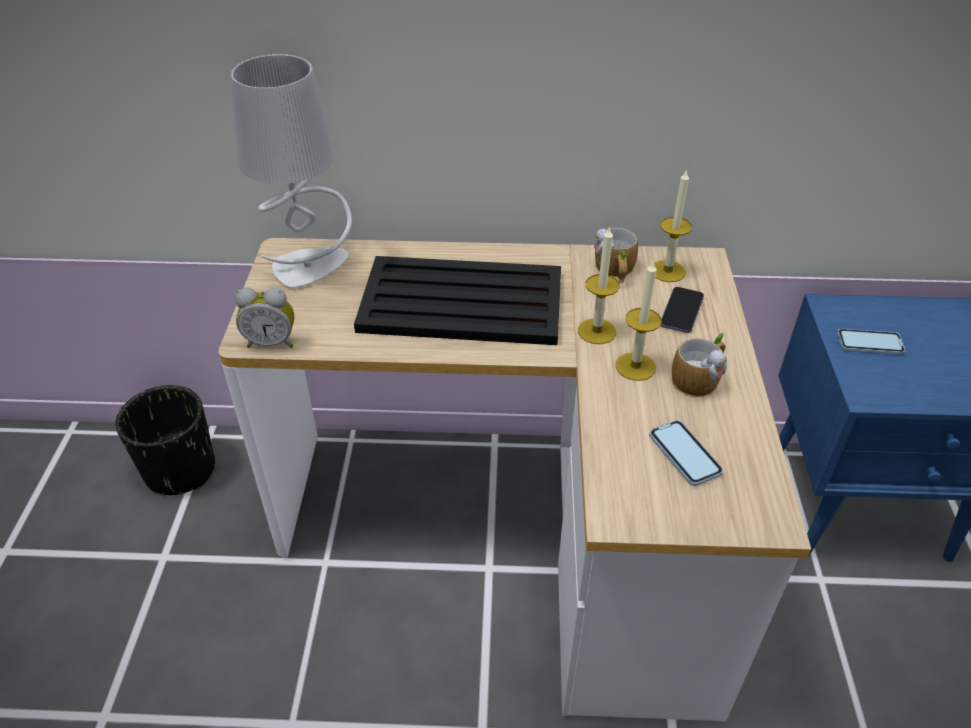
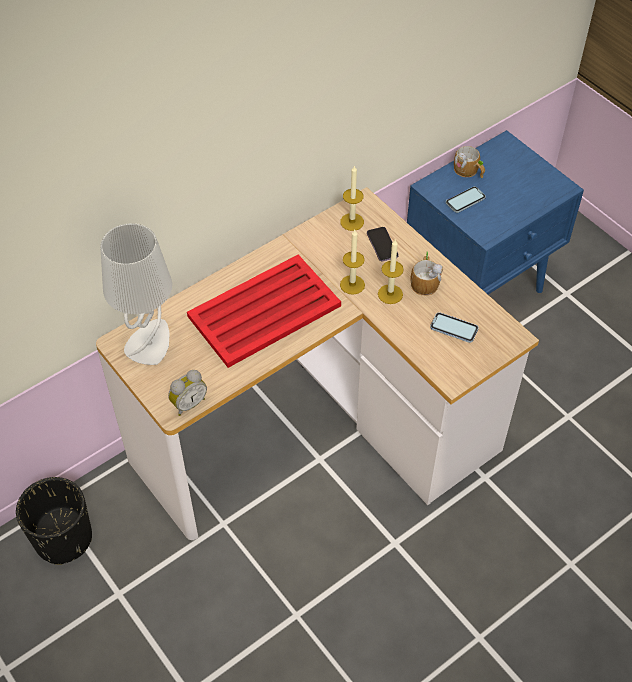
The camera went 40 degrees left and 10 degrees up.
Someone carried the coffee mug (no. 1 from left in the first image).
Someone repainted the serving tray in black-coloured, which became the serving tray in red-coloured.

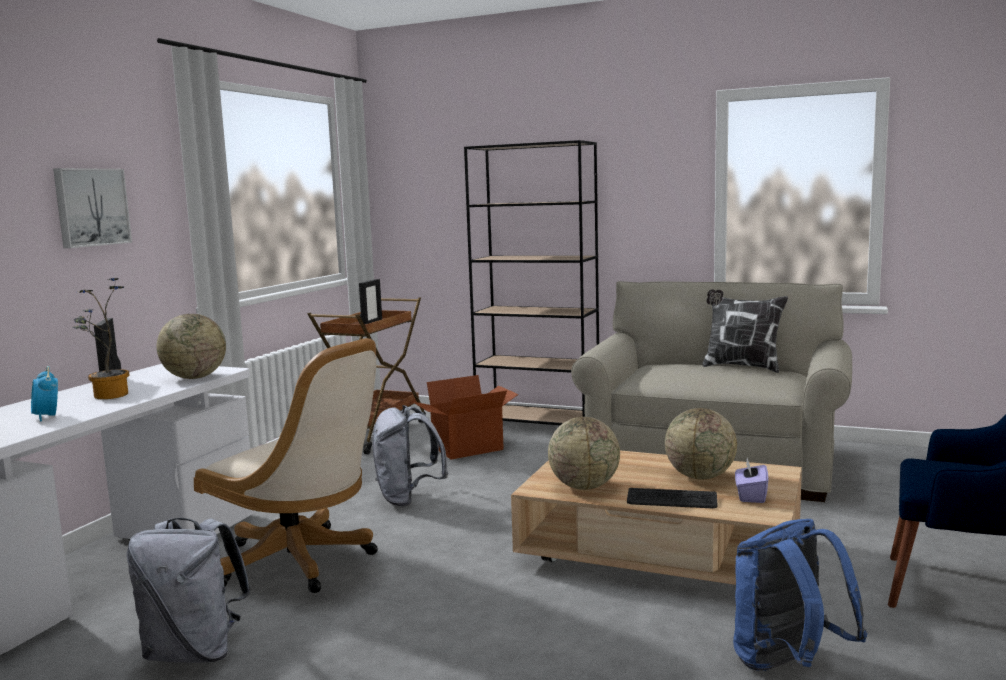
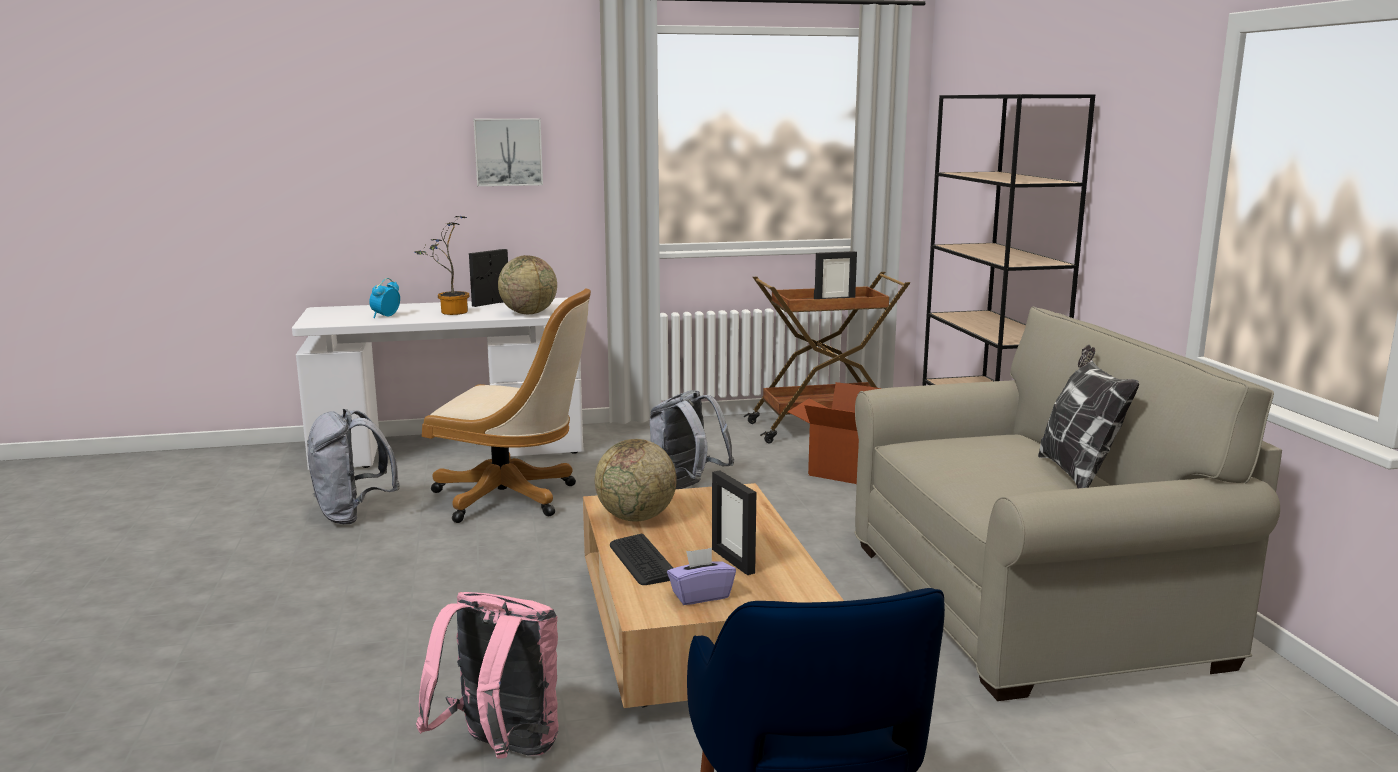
The camera went 55 degrees right and 5 degrees up.
Someone rotated the computer chair by 75 degrees counterclockwise.
Someone swapped the world globe (no. 3 from left) for the picture frame (no. 2 from left).
Someone repainted the backpack in bluish, which became the backpack in pinkish.

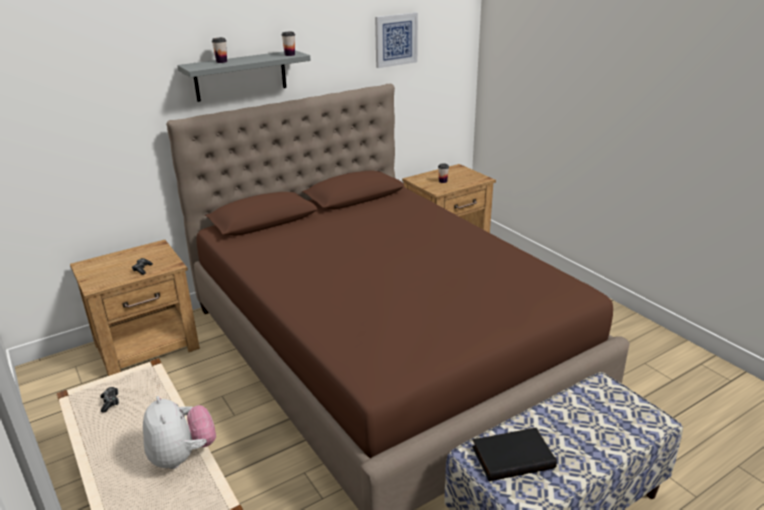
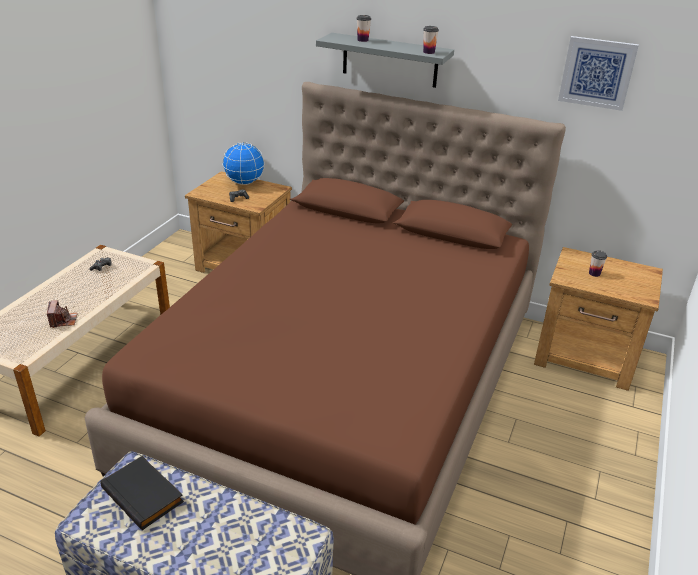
The camera went 55 degrees right and 5 degrees up.
Someone swapped the soft toy for the still camera.
Someone put down the world globe.

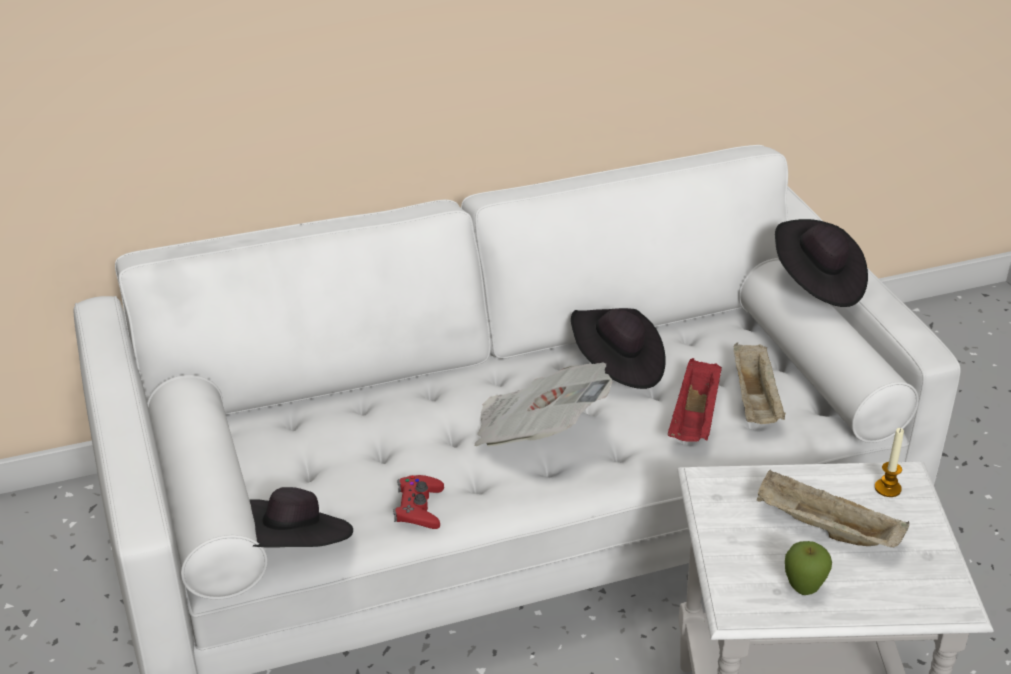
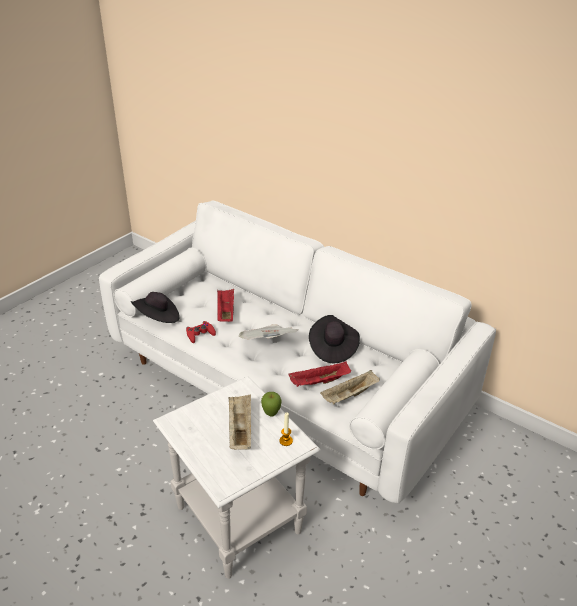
The camera went 55 degrees right and 0 degrees up.
Someone took away the clothing hat in black-coloured (no. 3 from left).
Someone carried the whole apple.
Someone put down the serving tray in red-coloured (no. 1 from left).

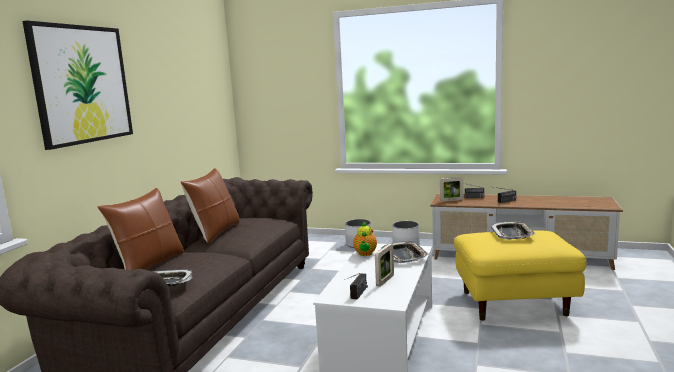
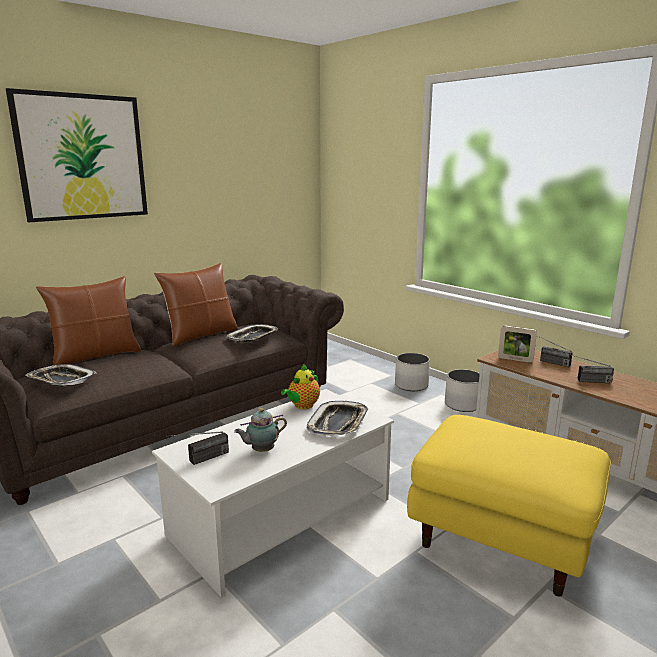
The camera went 30 degrees right and 5 degrees up.
Someone carried the serving tray (no. 3 from left in the first image).
Someone swapped the picture frame (no. 1 from left) for the teapot (no. 1 from left).

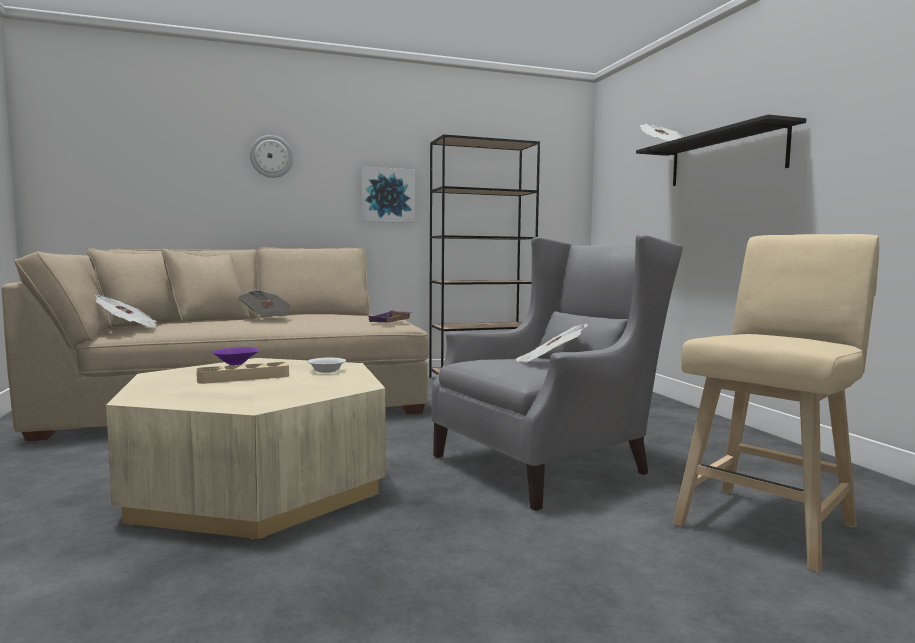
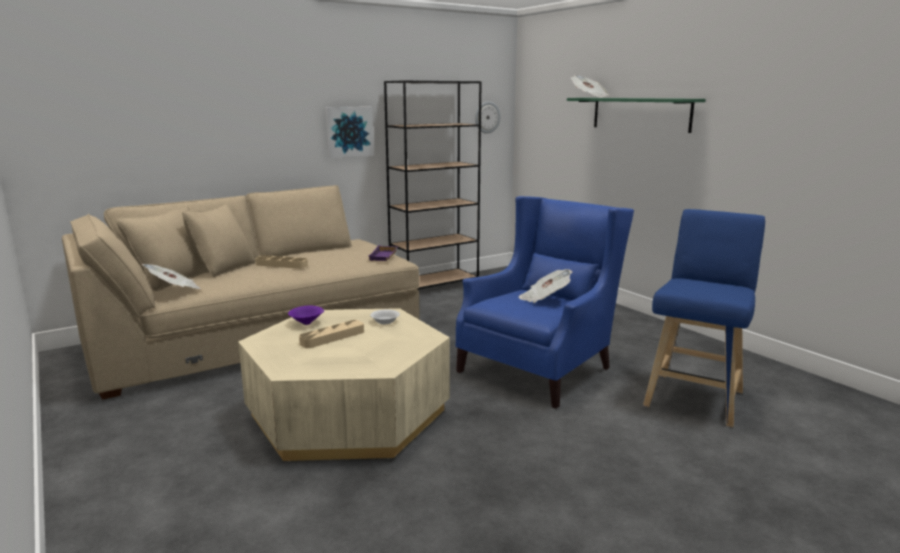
The camera went 15 degrees left and 10 degrees up.
Someone repainted the bracket shelf in black-coloured, which became the bracket shelf in greenish.
Someone carried the hanging clock.
Someone repainted the easy chair in gray, which became the easy chair in bluish.
Someone repainted the stool in beige, which became the stool in bluish.
Someone swapped the newspaper (no. 2 from left) for the serving tray in beige (no. 1 from left).

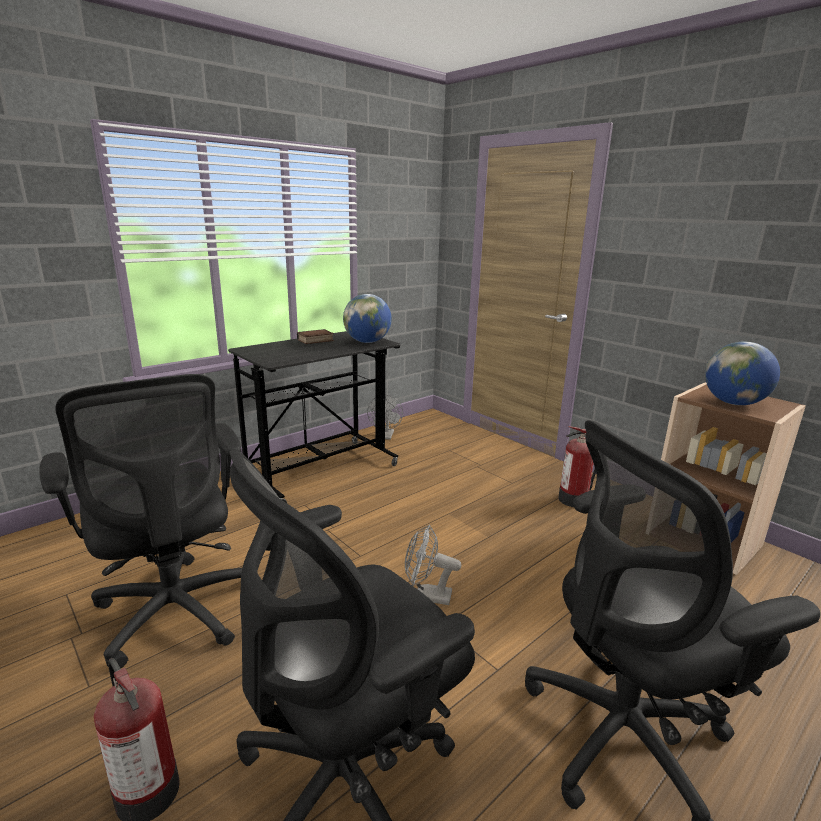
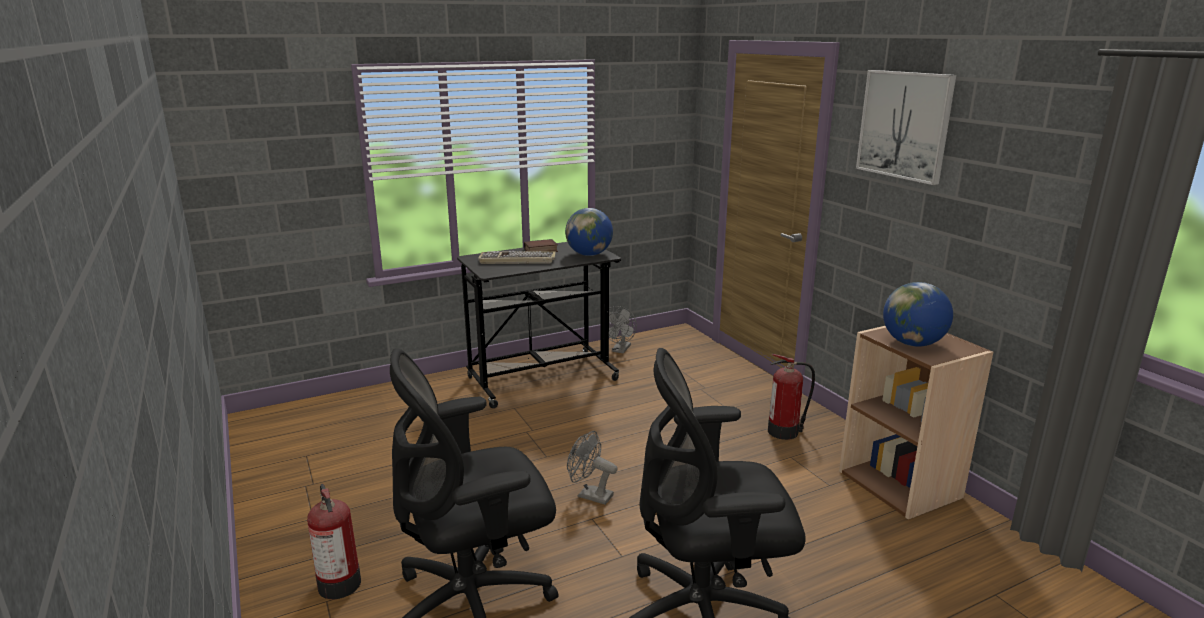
The camera went 15 degrees right and 0 degrees up.
Someone took away the computer chair in black-coloured (no. 1 from left).
Someone put up the wall picture.
Someone put down the computer keyboard.

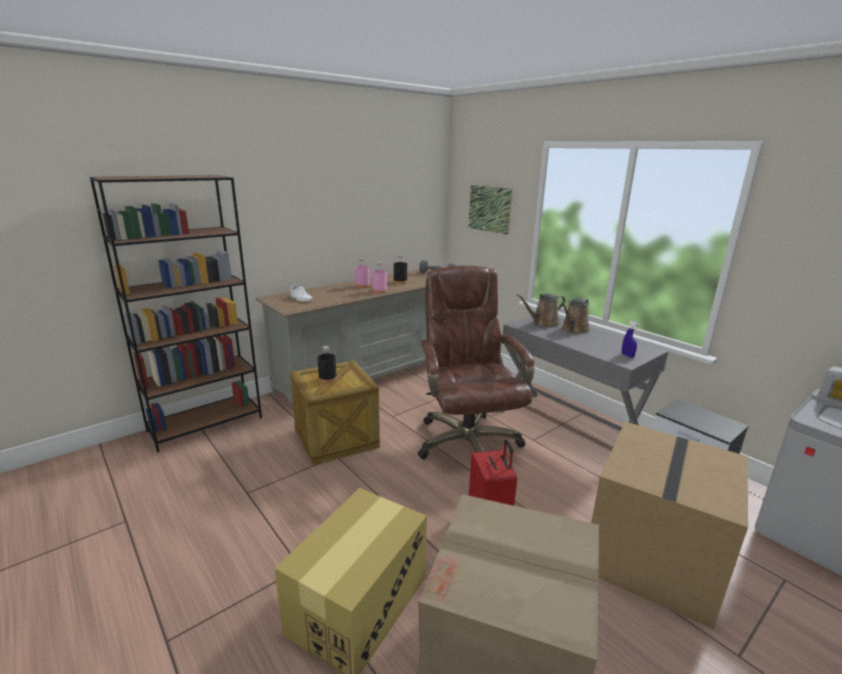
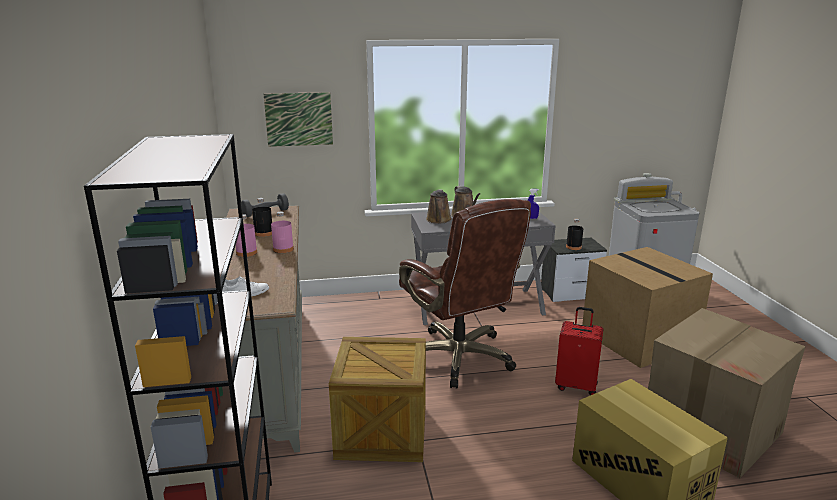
The camera went 60 degrees left and 0 degrees up.
Someone rotated the computer chair in brown by 135 degrees counterclockwise.
Someone carried the drink bottle in black-coloured (no. 1 from left in the first image).

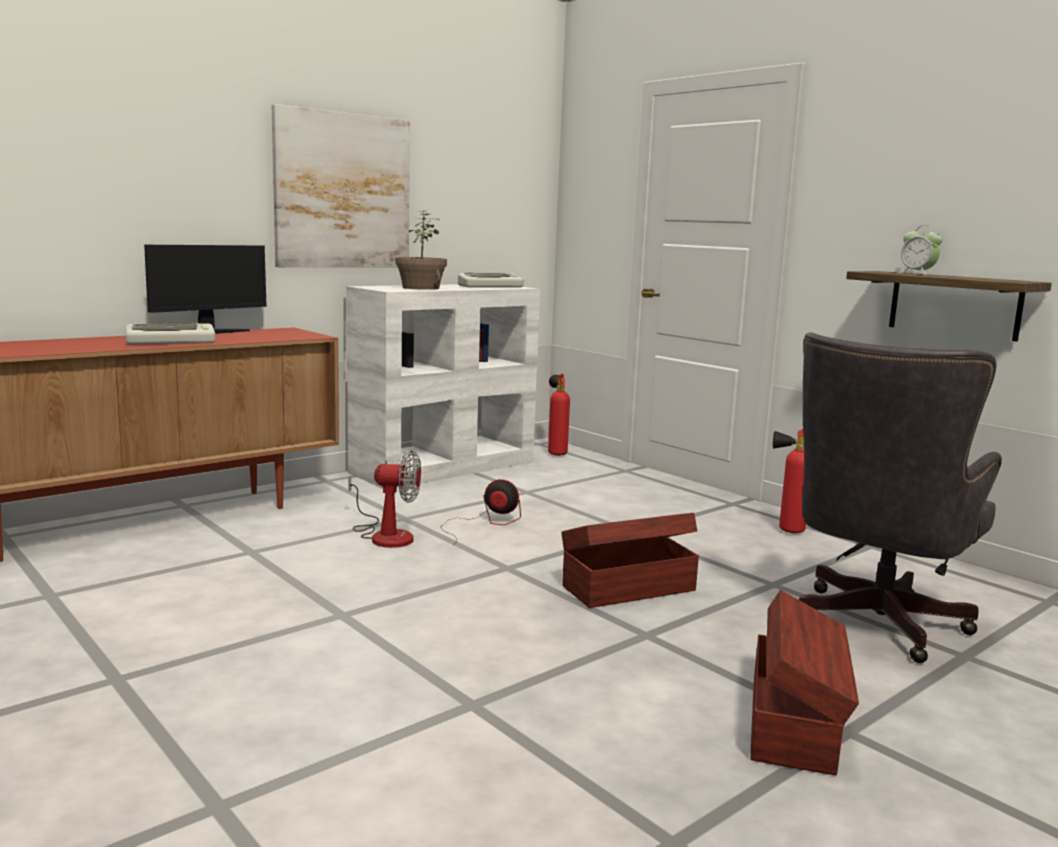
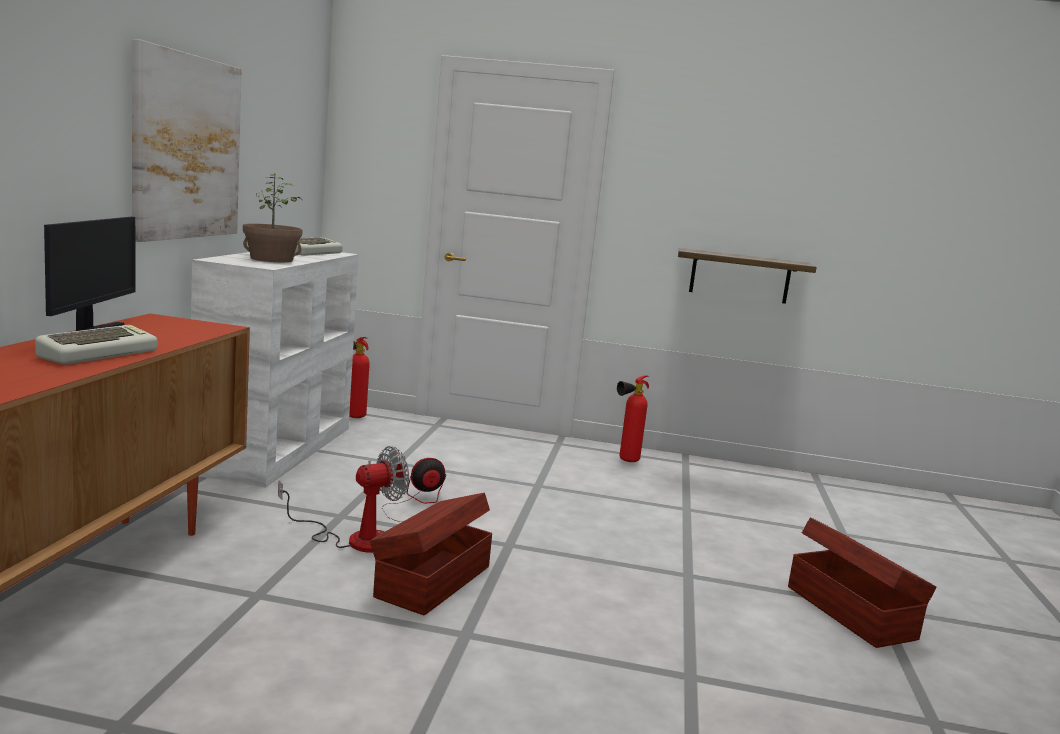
The camera went 40 degrees left and 0 degrees up.
Someone took away the table clock.
Someone took away the computer chair in gray.
Someone carried the storage bin in brown (no. 1 from left).

